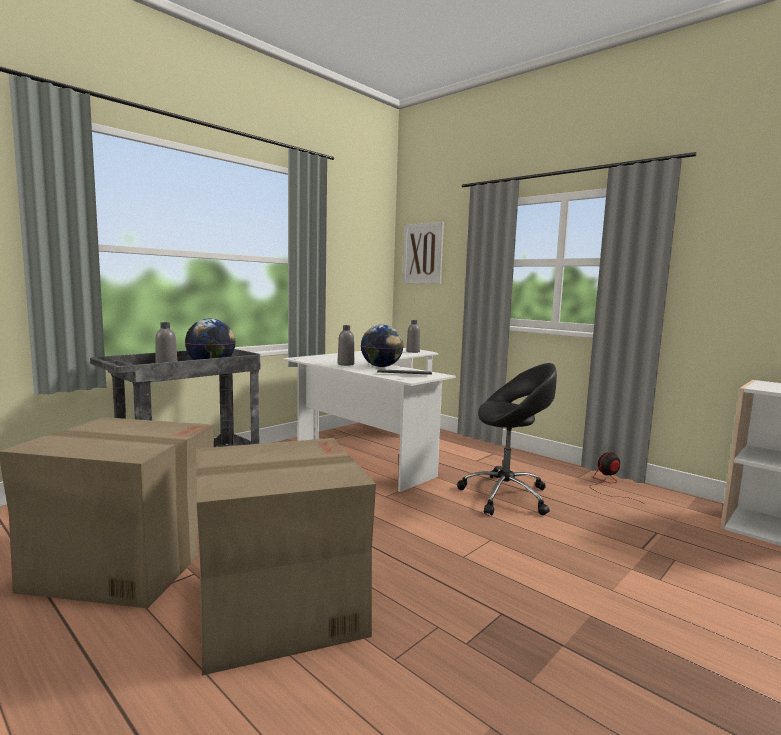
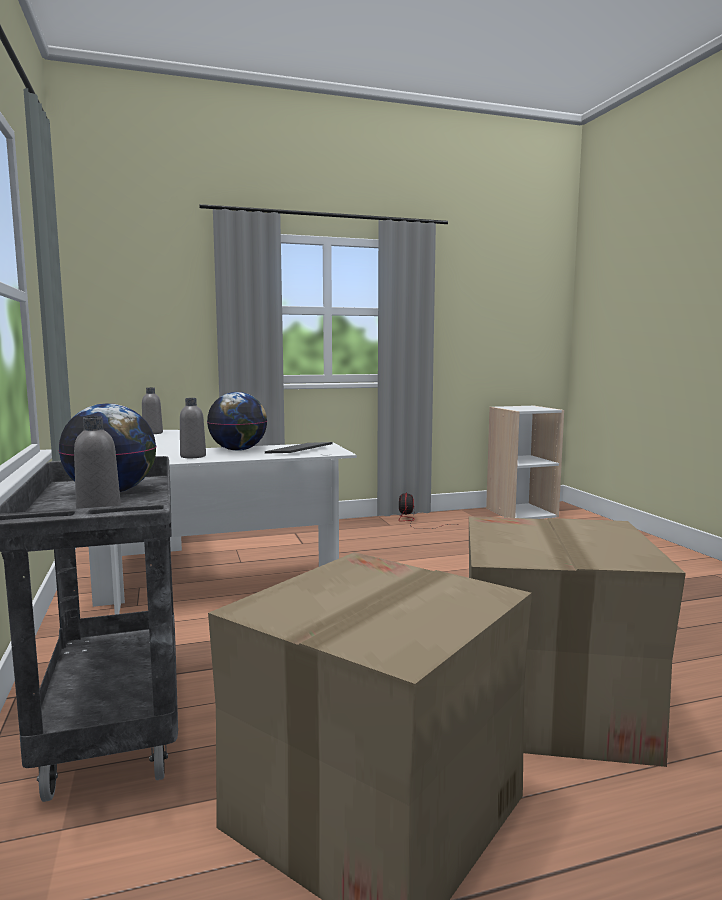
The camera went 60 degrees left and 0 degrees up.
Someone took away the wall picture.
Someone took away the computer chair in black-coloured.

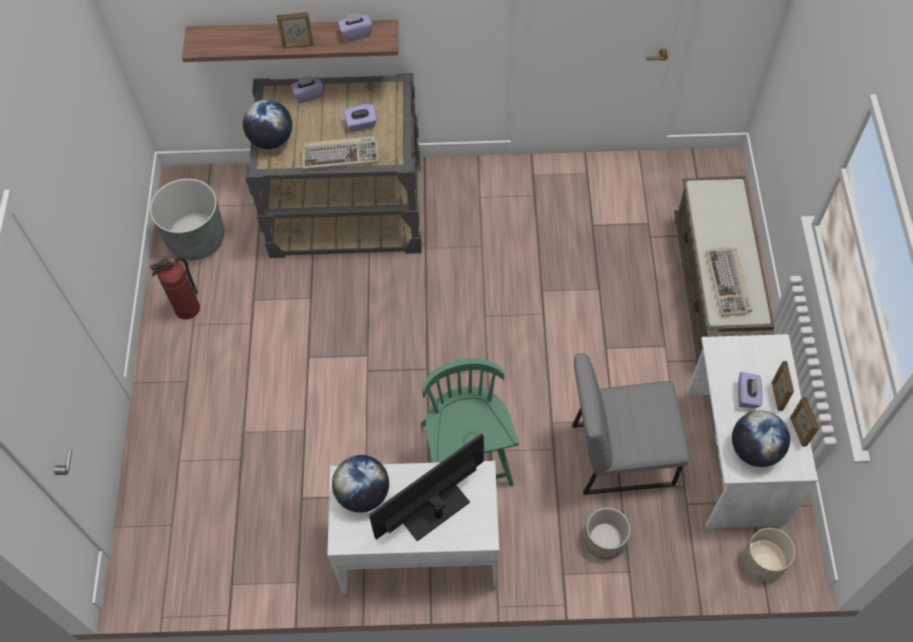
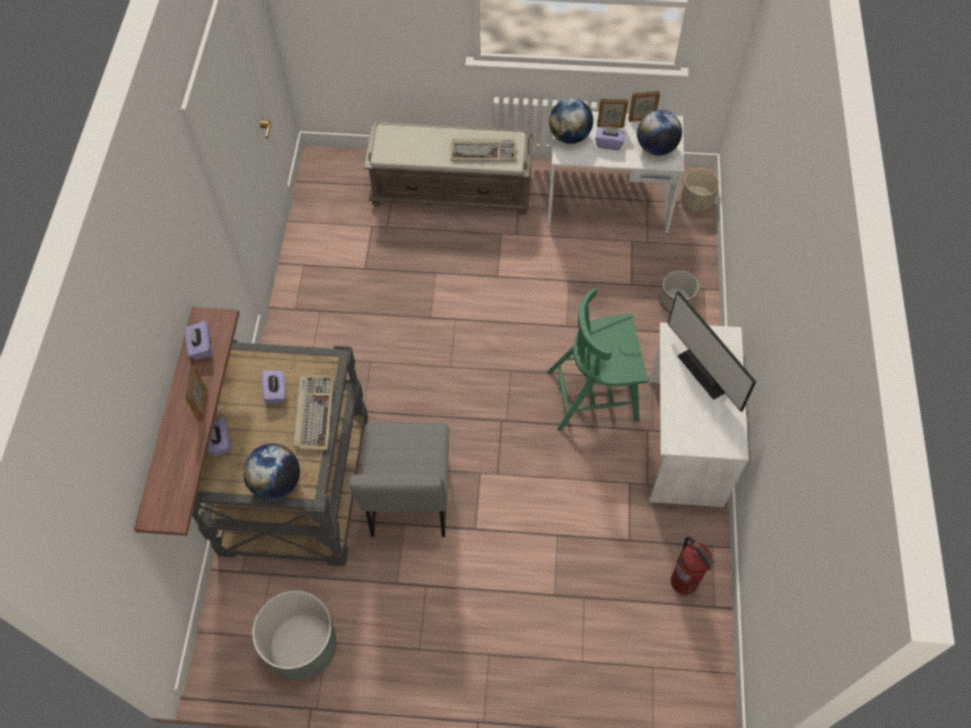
The camera went 85 degrees left and 0 degrees up.
Someone carried the extinguisher.
Someone carried the chair in gray.
Someone carried the world globe (no. 2 from left).

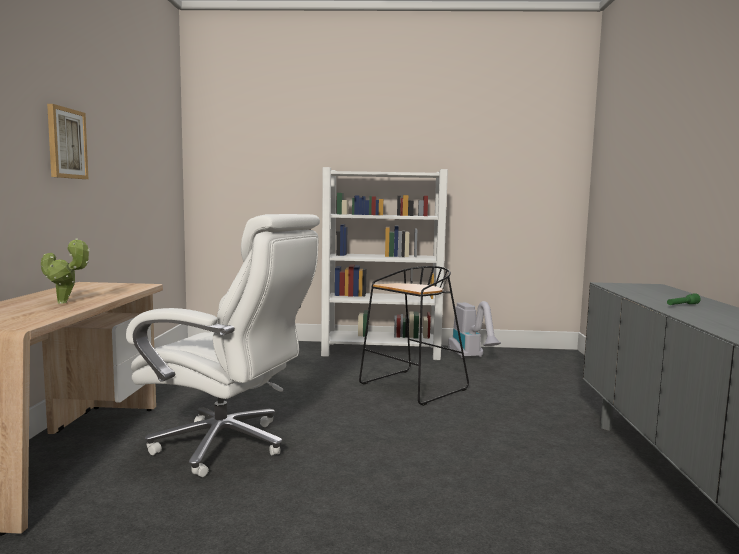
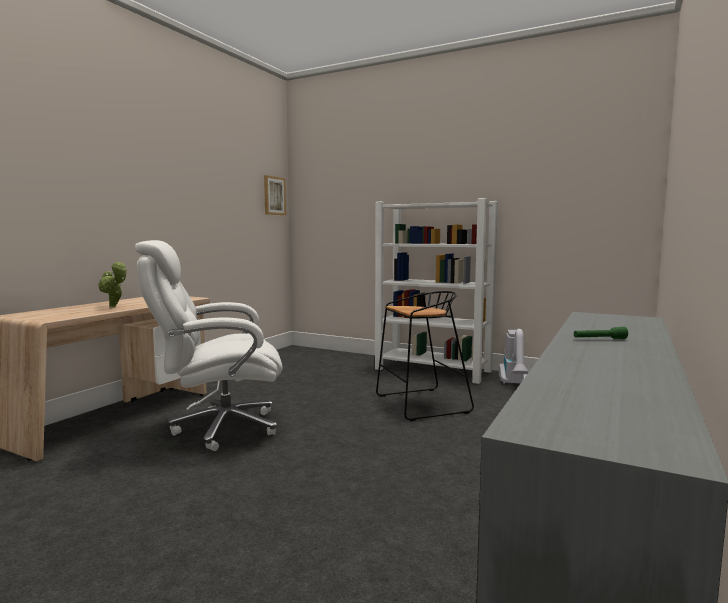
The camera went 25 degrees right and 0 degrees up.
Someone carried the wall picture.
Someone rotated the computer chair in whitish by 120 degrees clockwise.

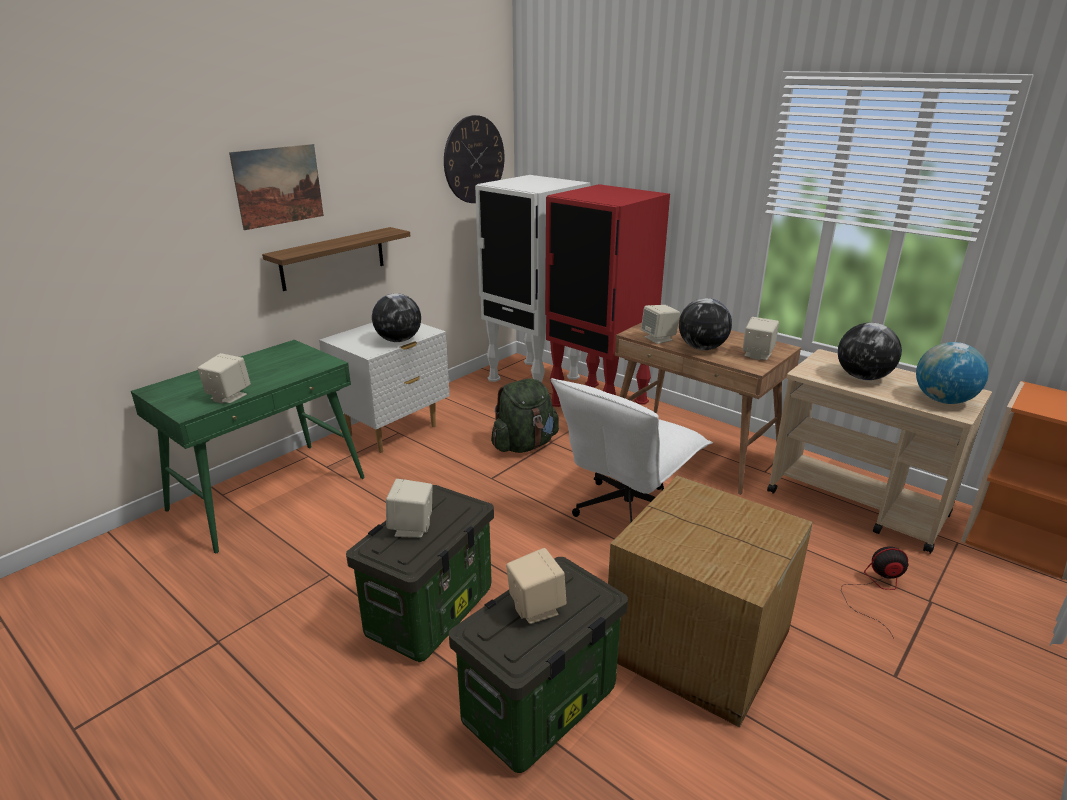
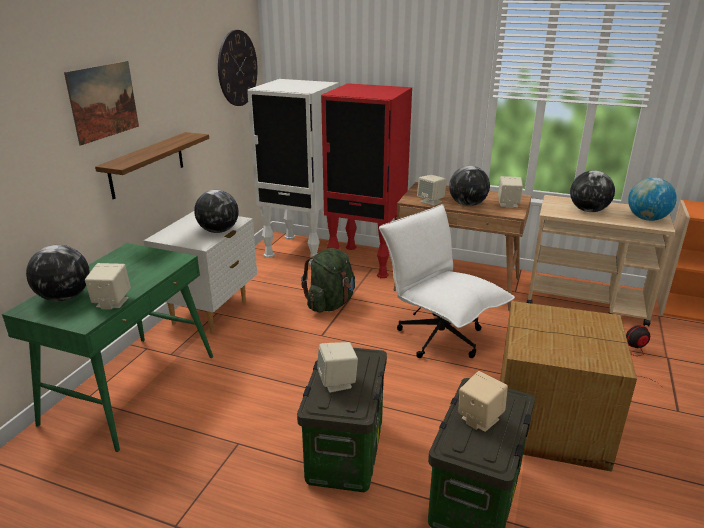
The camera went 20 degrees left and 0 degrees up.
Someone rotated the computer chair in whitish by 120 degrees clockwise.
Someone put down the world globe (no. 1 from left).

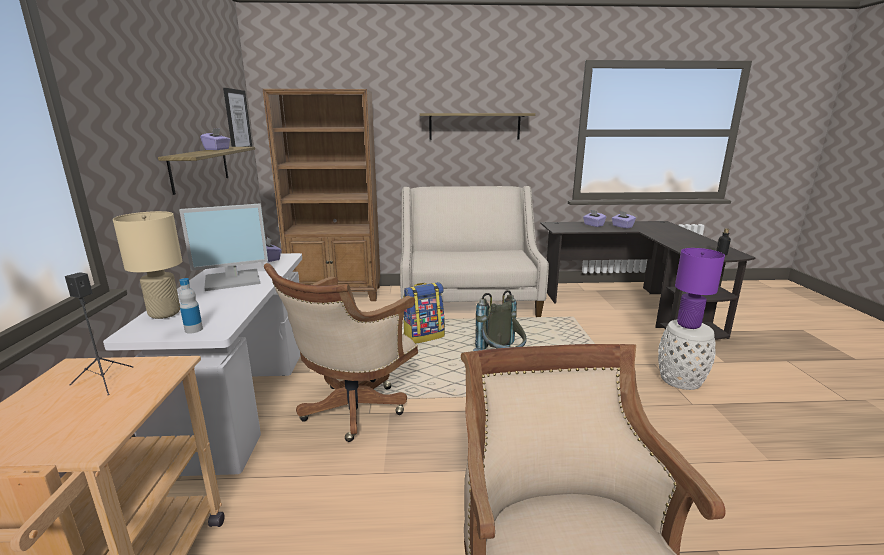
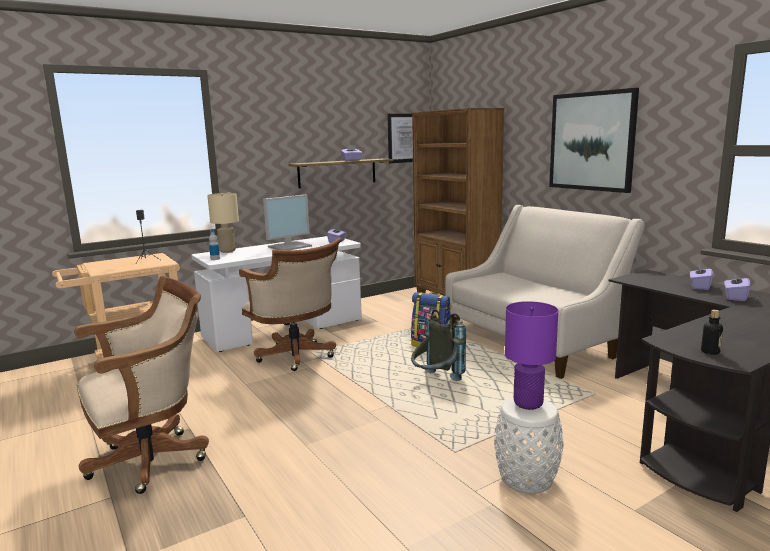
The camera went 60 degrees right and 5 degrees down.
Someone swapped the bracket shelf (no. 2 from left) for the wall picture (no. 2 from left).
Someone rotated the computer screen by 75 degrees counterclockwise.
Someone rotated the computer chair (no. 1 from left in the first image) by 135 degrees counterclockwise.

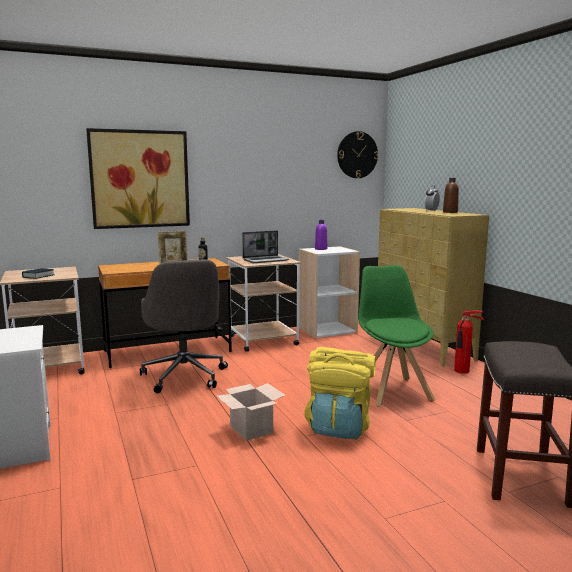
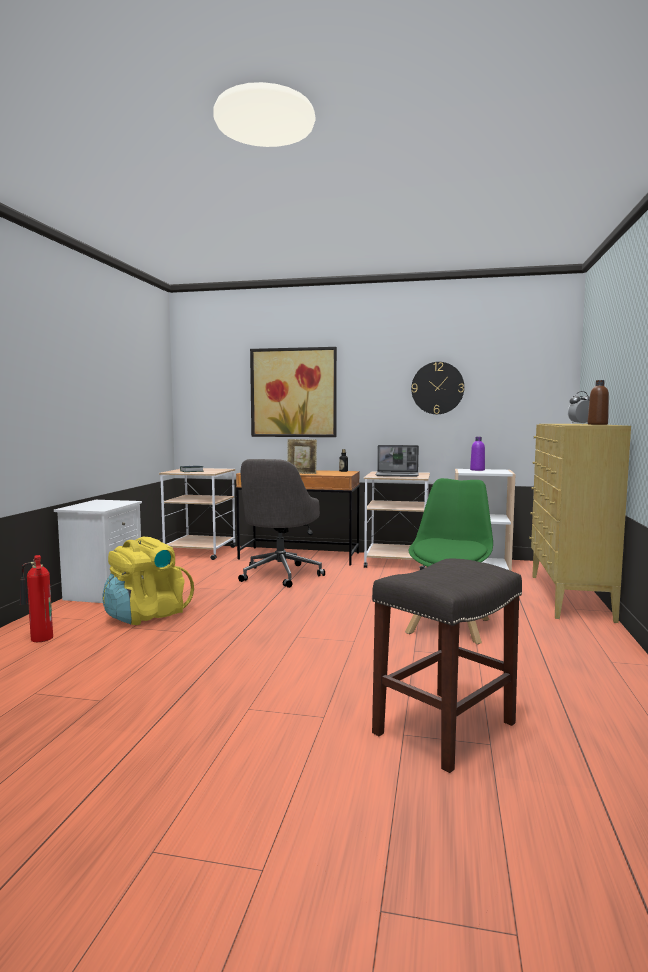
The camera went 35 degrees right and 5 degrees down.
Someone carried the hanging clock.
Someone carried the extinguisher.
Someone carried the backpack in yellowish.
Someone took away the carton.

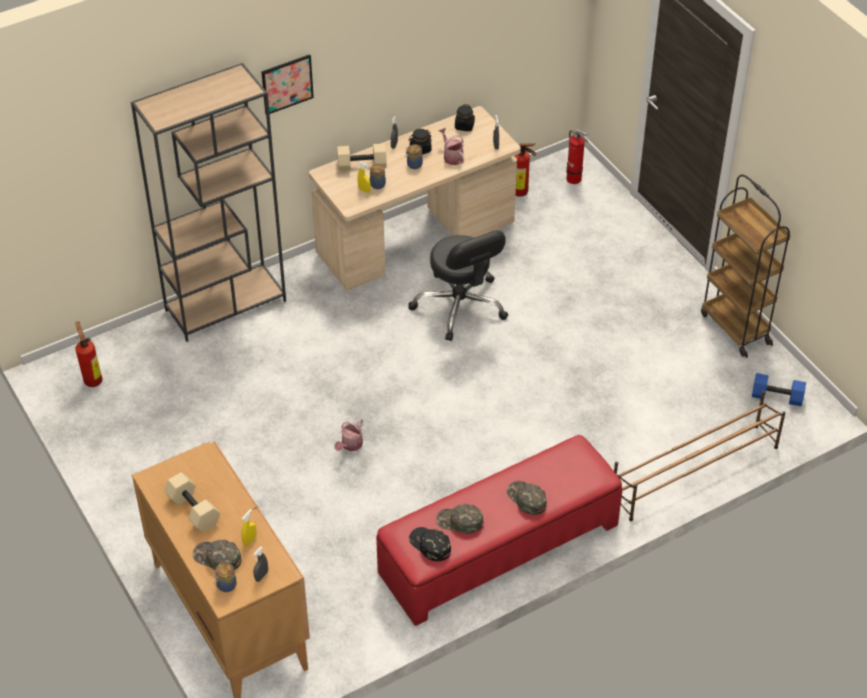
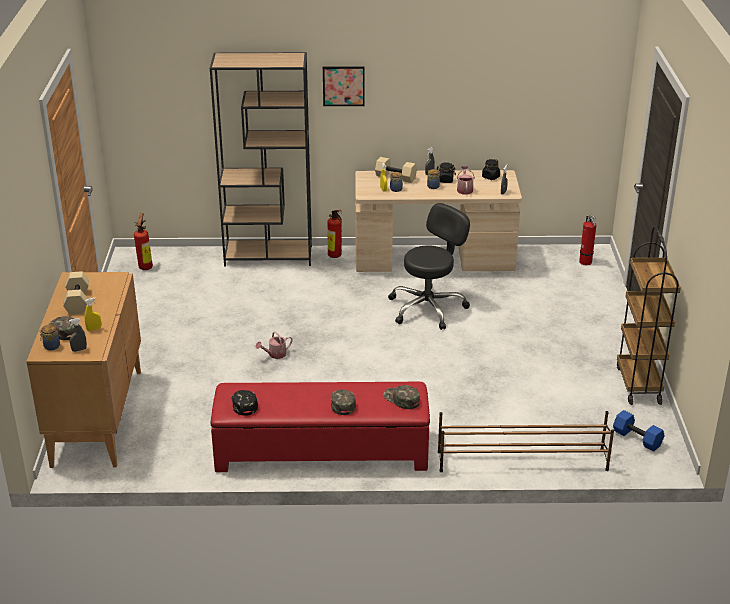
The camera went 30 degrees right and 15 degrees down.
Someone carried the extinguisher (no. 2 from left).
Someone rotated the computer chair in black-coloured by 135 degrees counterclockwise.
Someone carried the baseball cap in greenish (no. 2 from left in the first image).

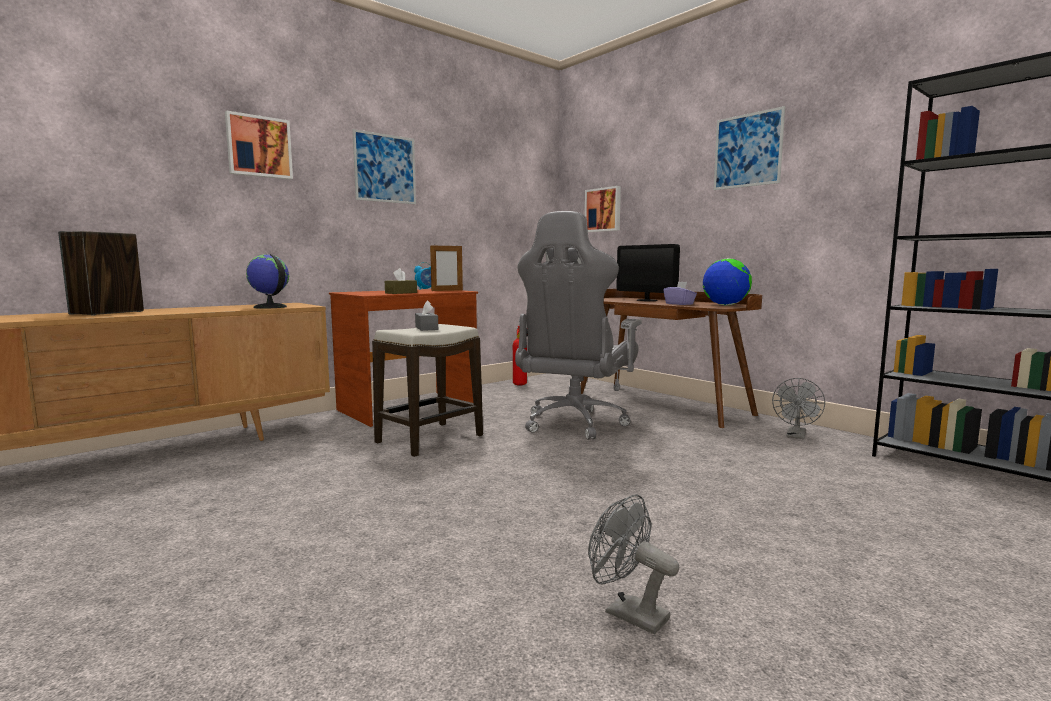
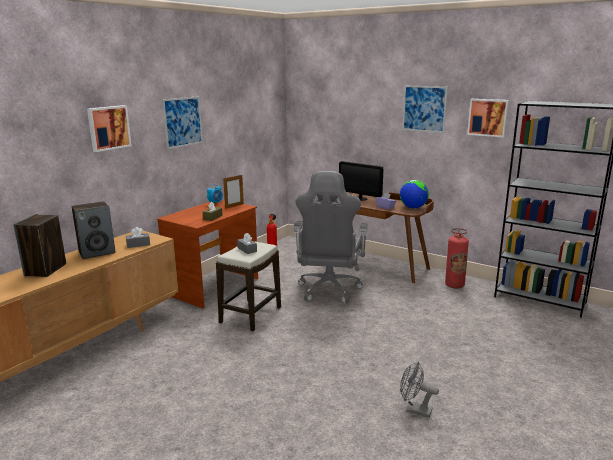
The camera went 15 degrees left and 10 degrees up.
Someone carried the wall picture (no. 3 from left in the first image).
Someone swapped the world globe (no. 1 from left) for the tissue holder in gray (no. 1 from left).
Someone swapped the electric fan in gray (no. 2 from left) for the extinguisher (no. 2 from left).
Someone put down the audio speaker (no. 2 from left).

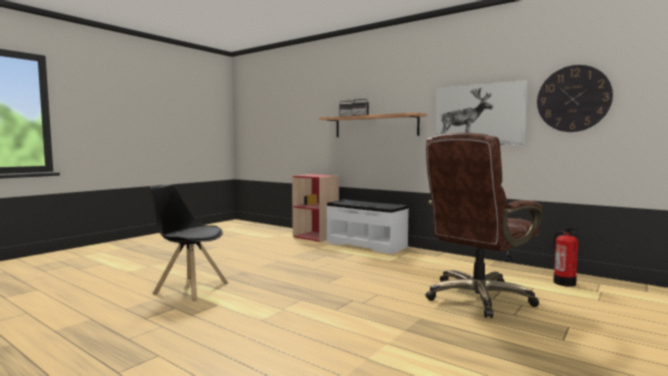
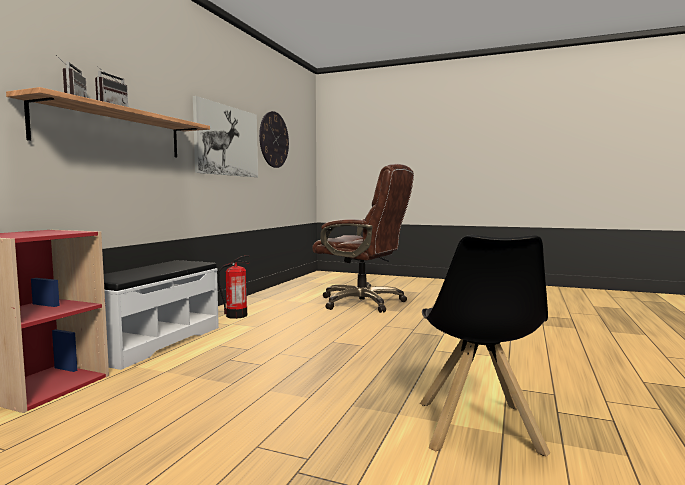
The camera went 105 degrees left and 0 degrees up.
Someone carried the extinguisher.

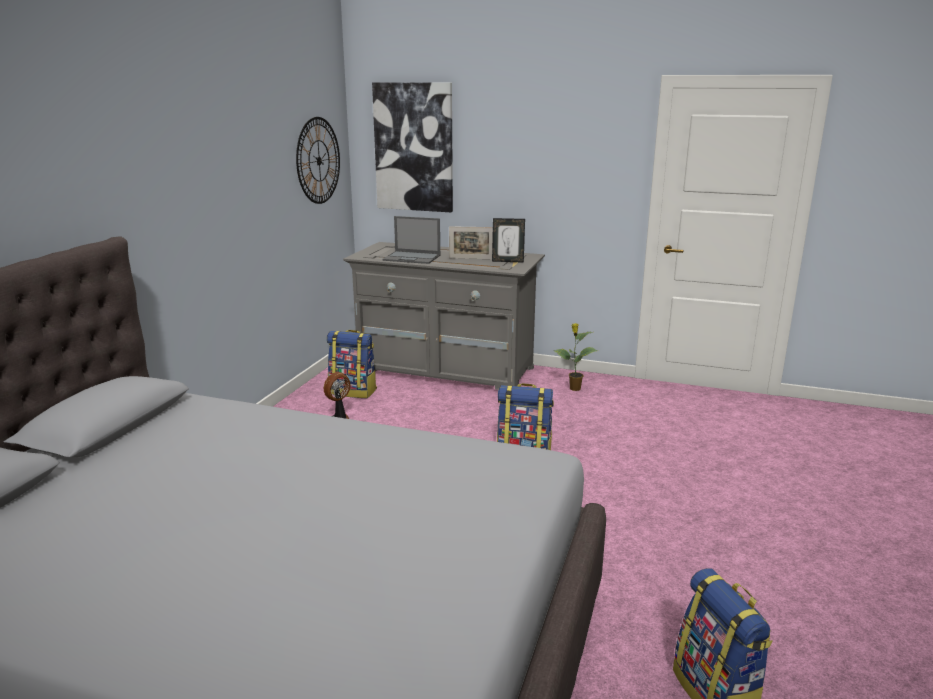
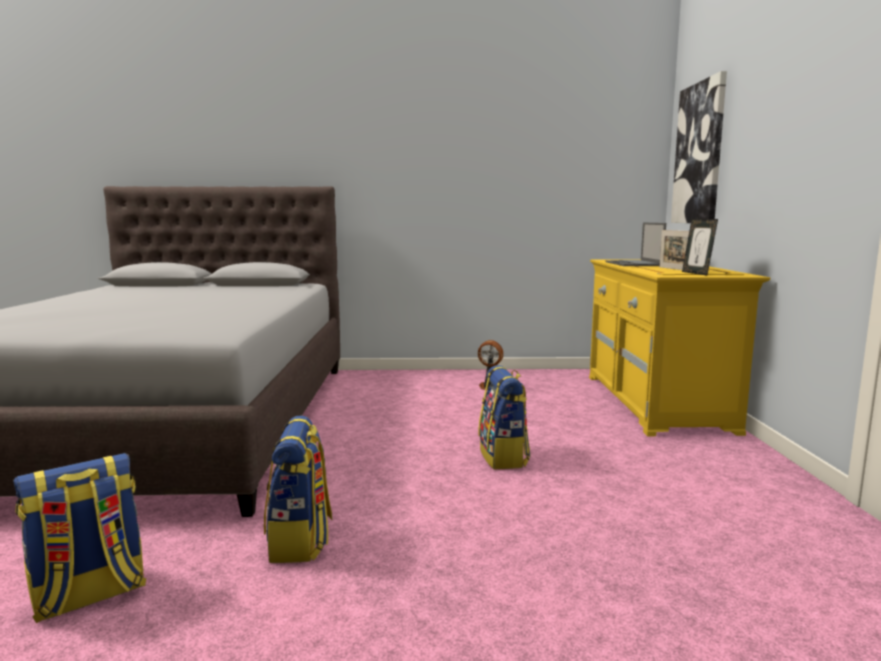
The camera went 70 degrees right and 10 degrees down.
Someone took away the hanging clock.
Someone repainted the drawer chest in gray, which became the drawer chest in yellowish.
Someone took away the plant in a pot.
Someone carried the backpack (no. 1 from left in the first image).

